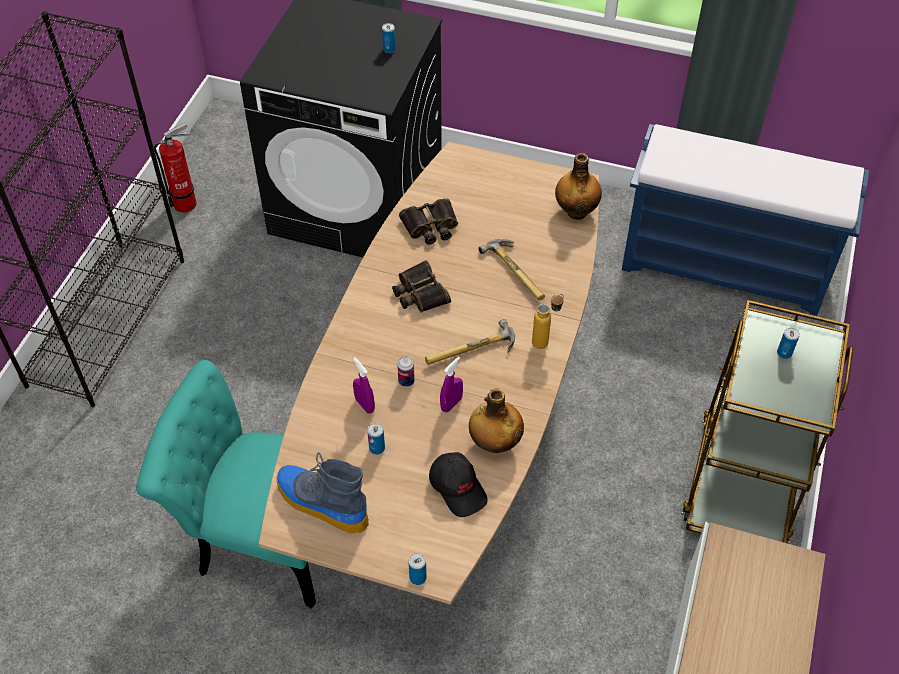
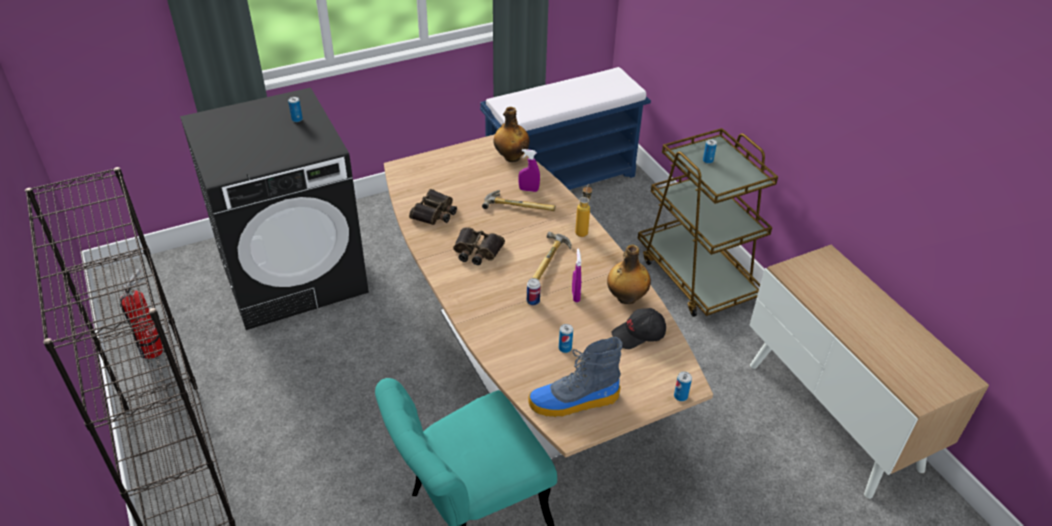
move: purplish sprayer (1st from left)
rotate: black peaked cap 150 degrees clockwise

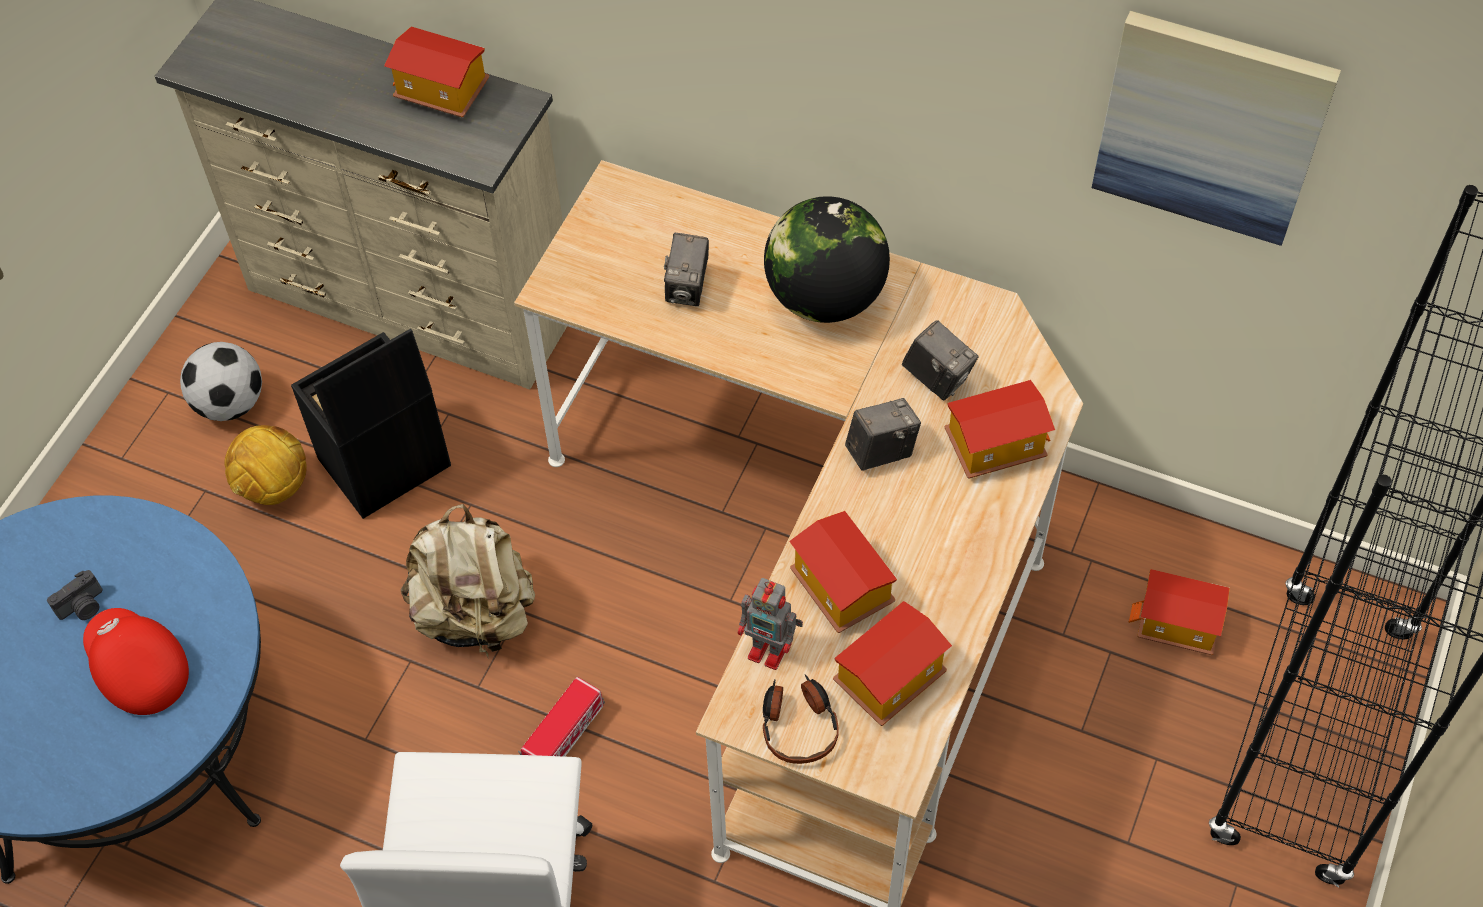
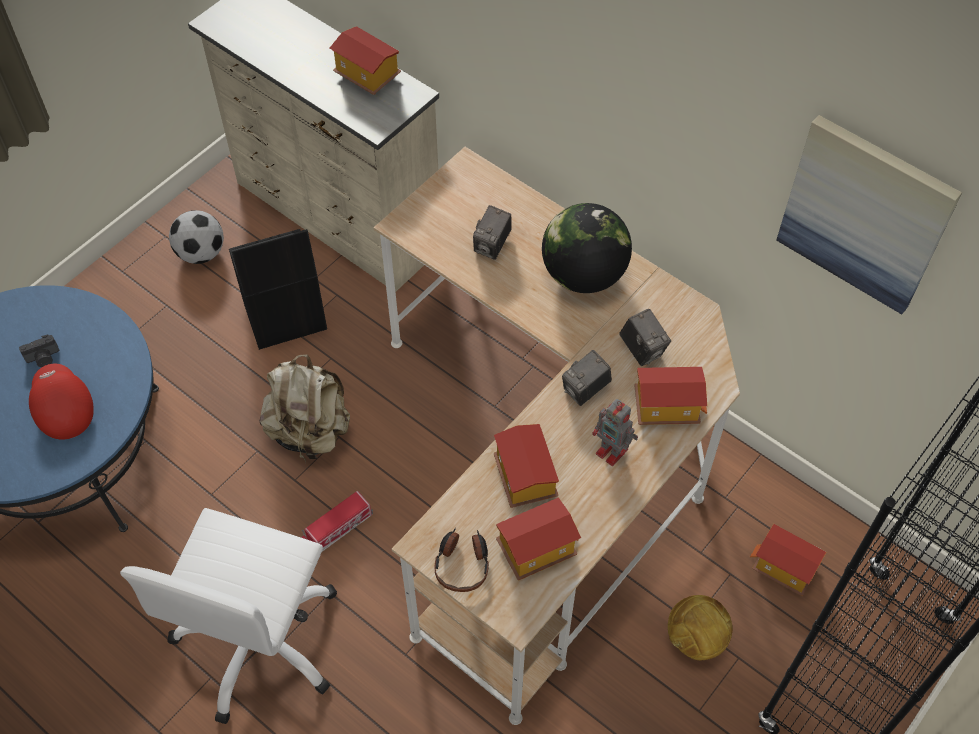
move: toy robot; ball for football (2nd from left)
rotate: still camera (3rd from left) 150 degrees clockwise

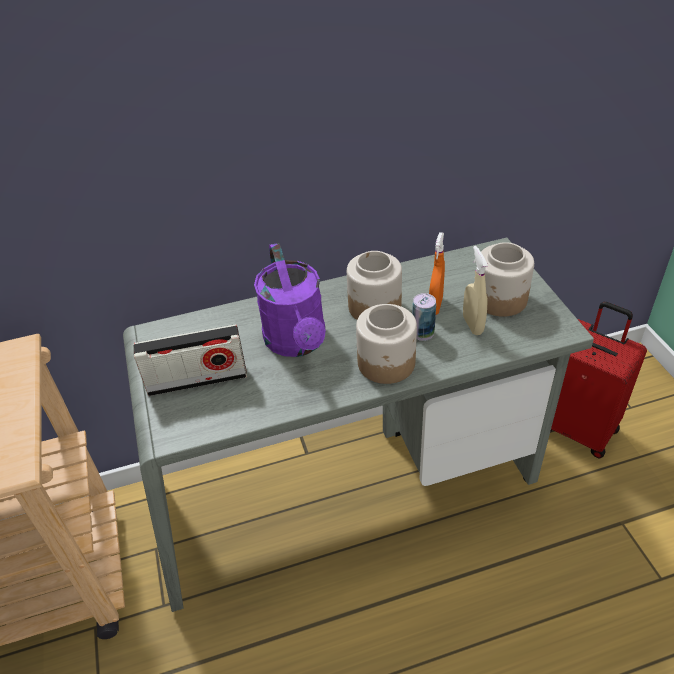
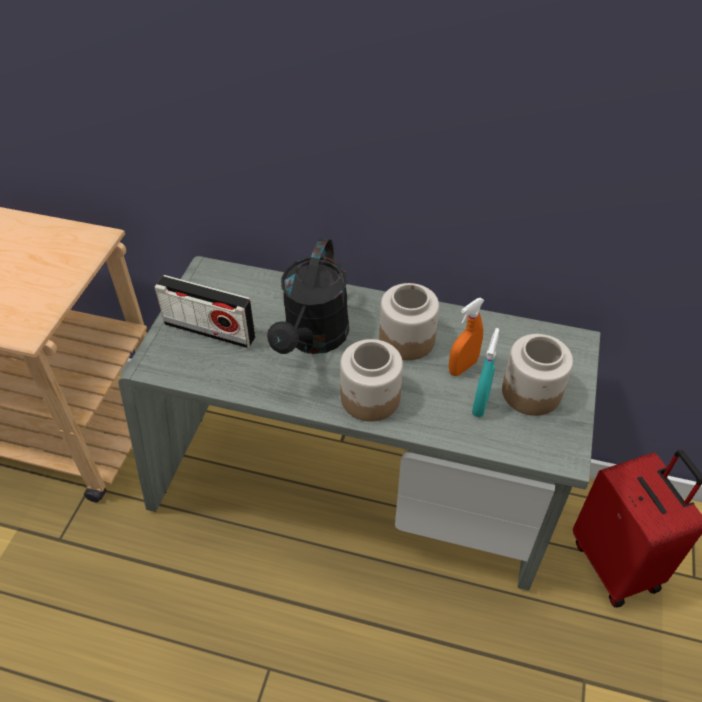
delete: metal can
recolor: purplish watering pot to black watering pot; beige-coloured sprayer to turquoise sprayer

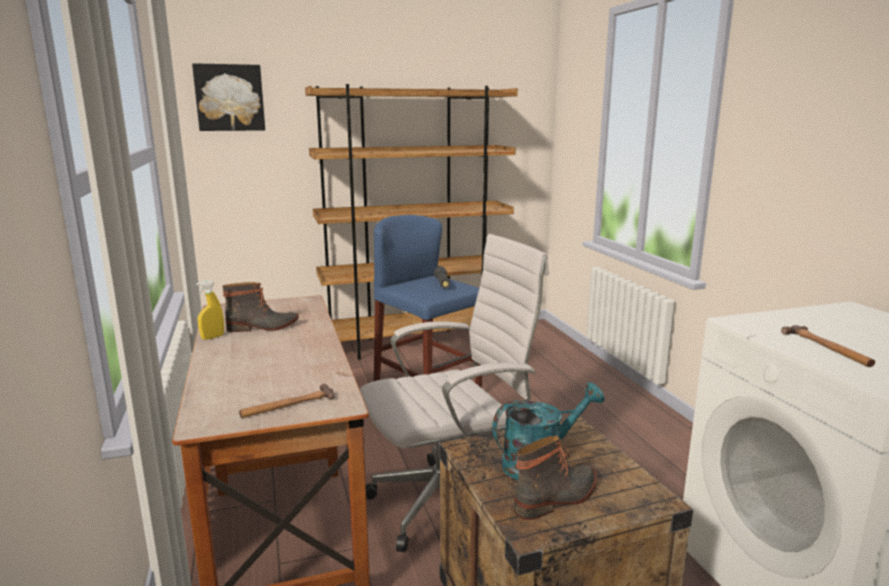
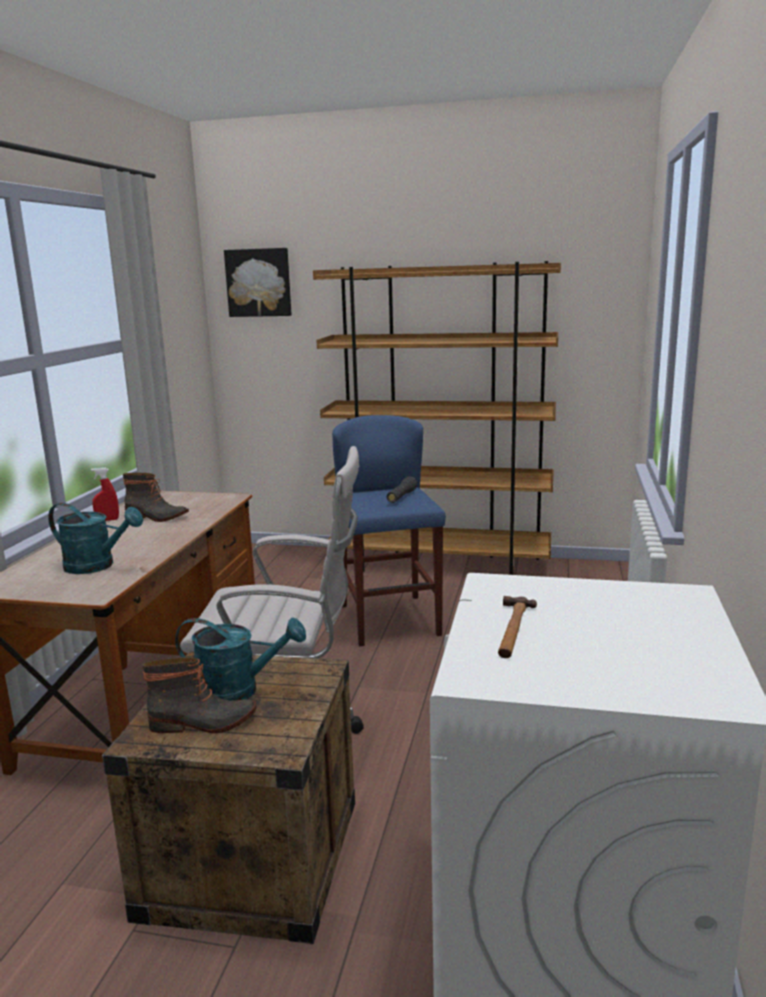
delete: tool hammer (1st from left)
insert: turquoise watering pot (1st from left)
recolor: yellowish sprayer to red-coloured sprayer

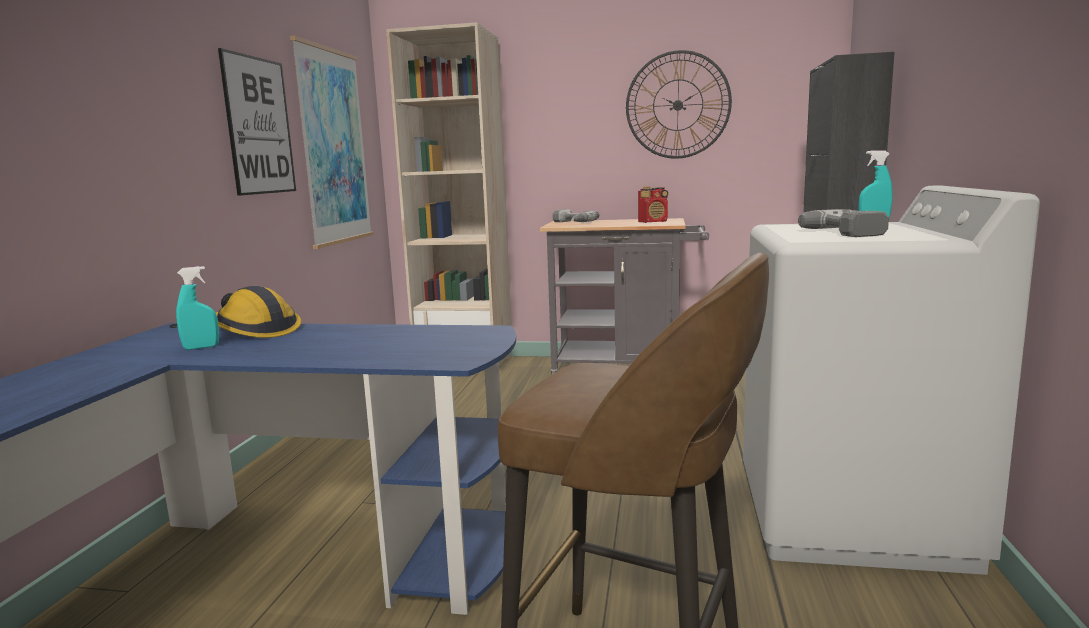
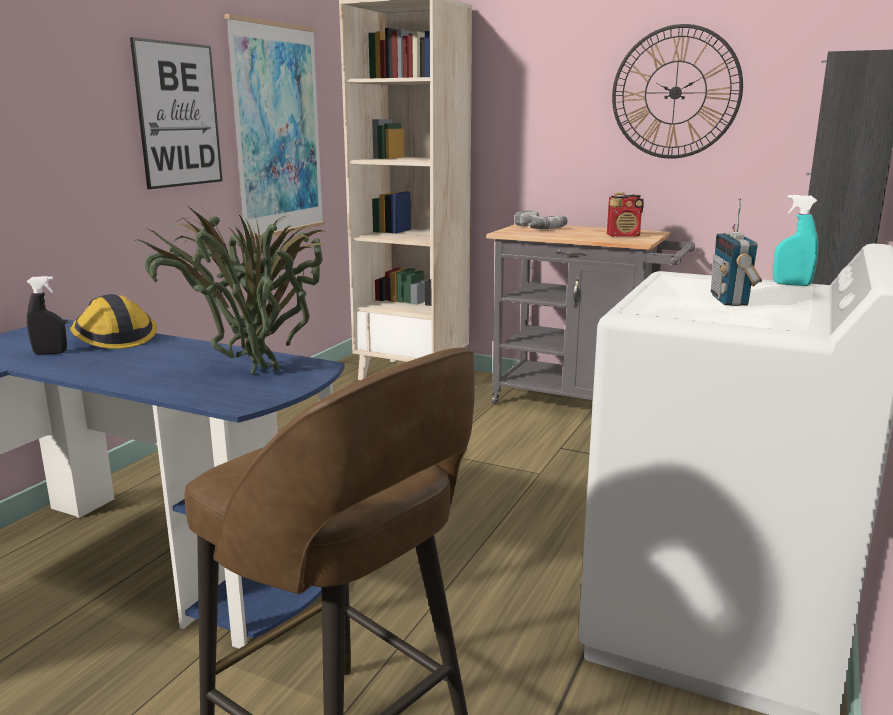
insert: plant in a pot
replace: drill (2nd from left) to radio set (2nd from left)
recolor: turquoise sprayer (1st from left) to black sprayer

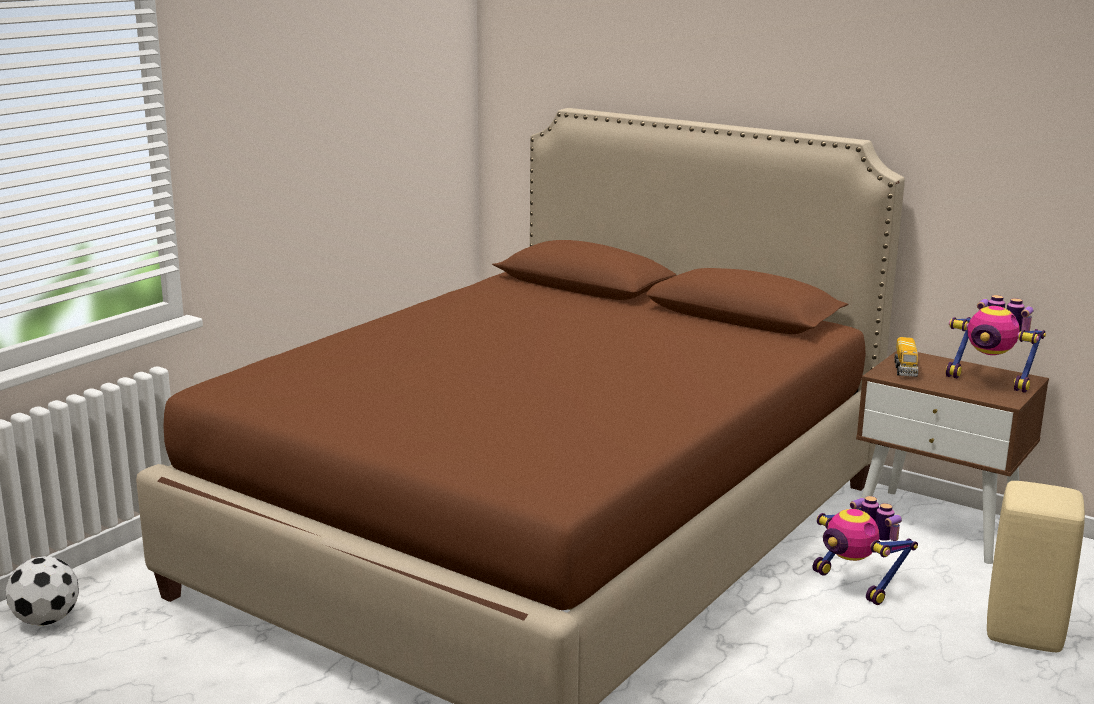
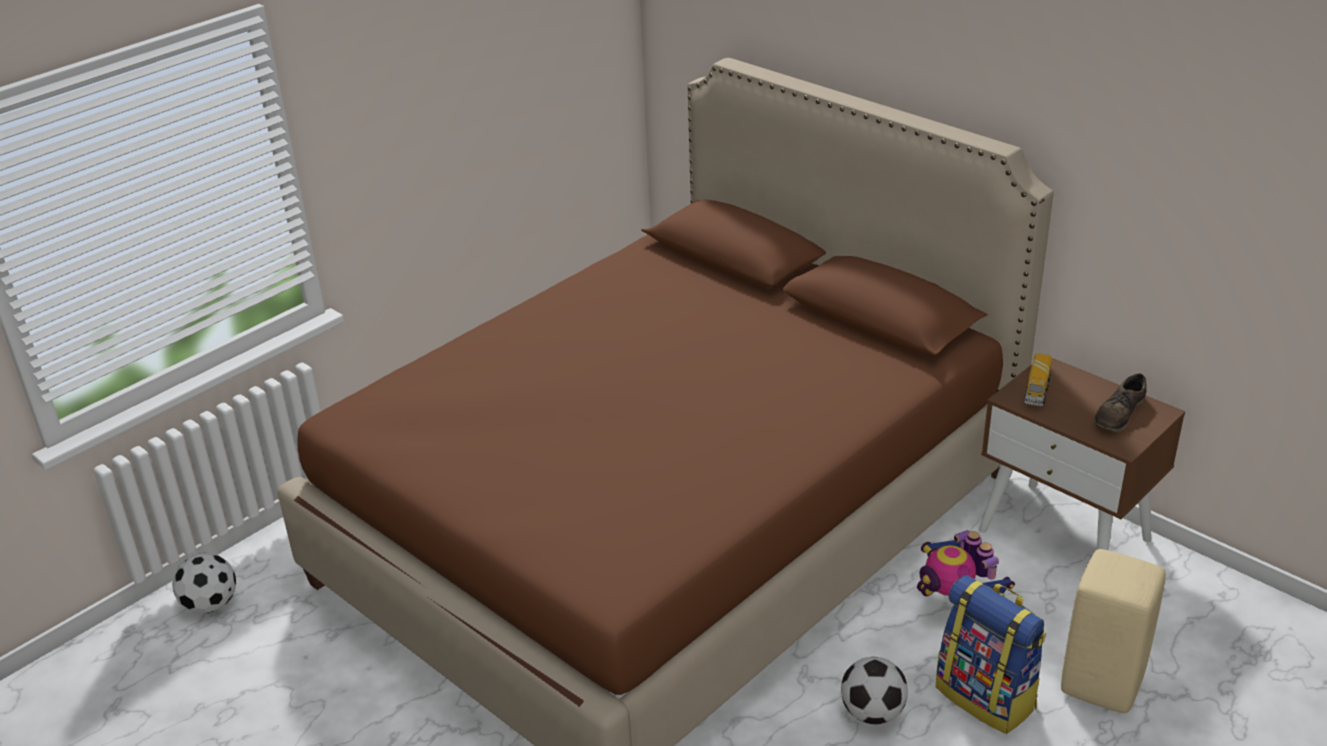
insert: ball for football (2nd from left); backpack
replace: toy robot (2nd from left) to brown-coloured item of footwear

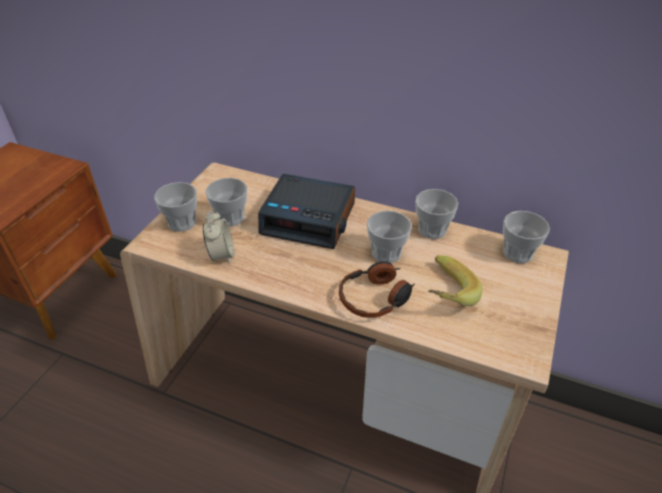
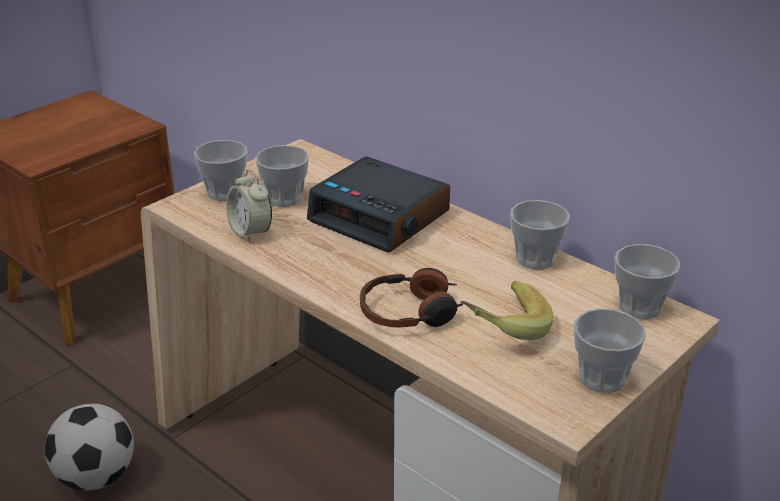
insert: ball for football
move: small cup (3rd from left in the first image) to small cup (4th from left)
rotate: bedside clock (1st from left) 135 degrees clockwise

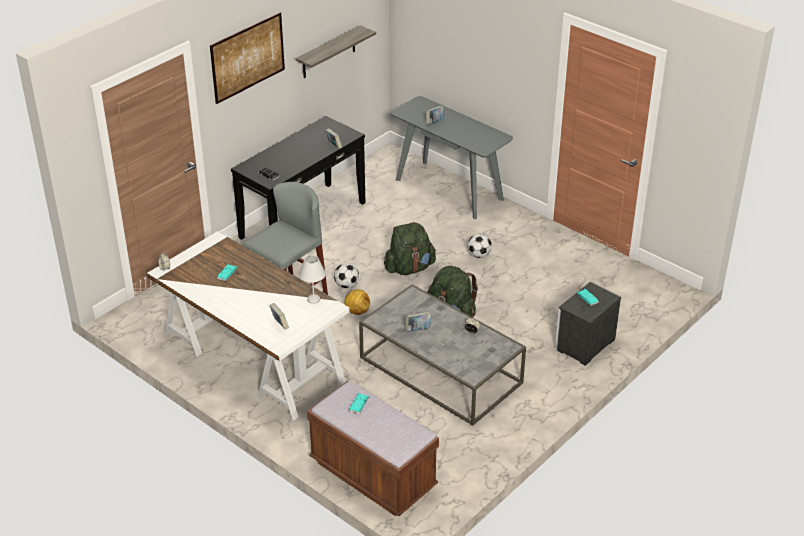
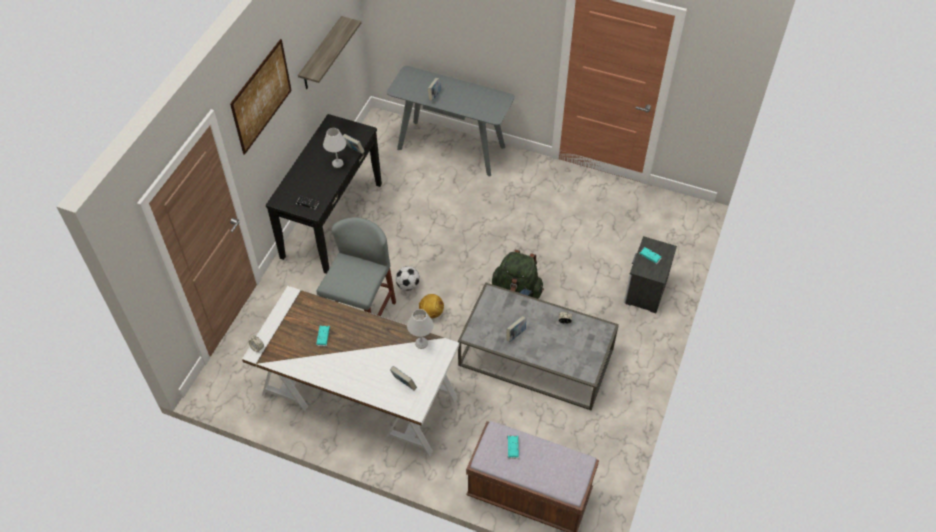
delete: greenish backpack (1st from left); ball for football (3rd from left)
insert: whitish table lamp (1st from left)

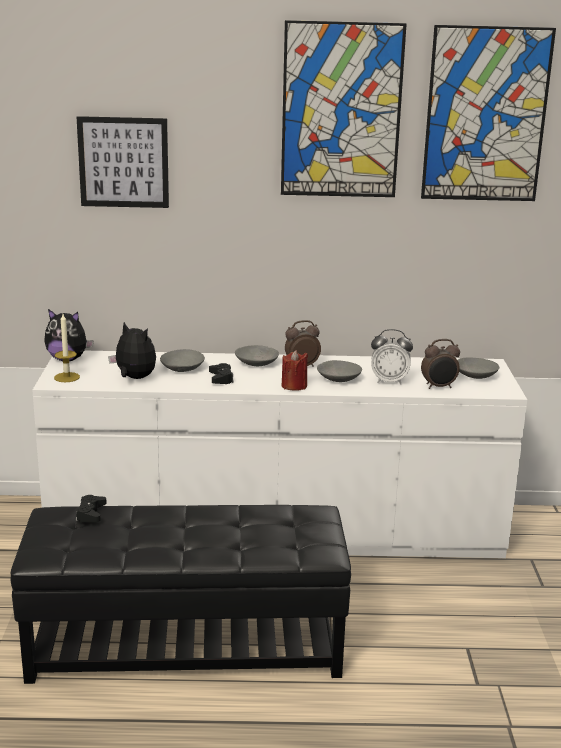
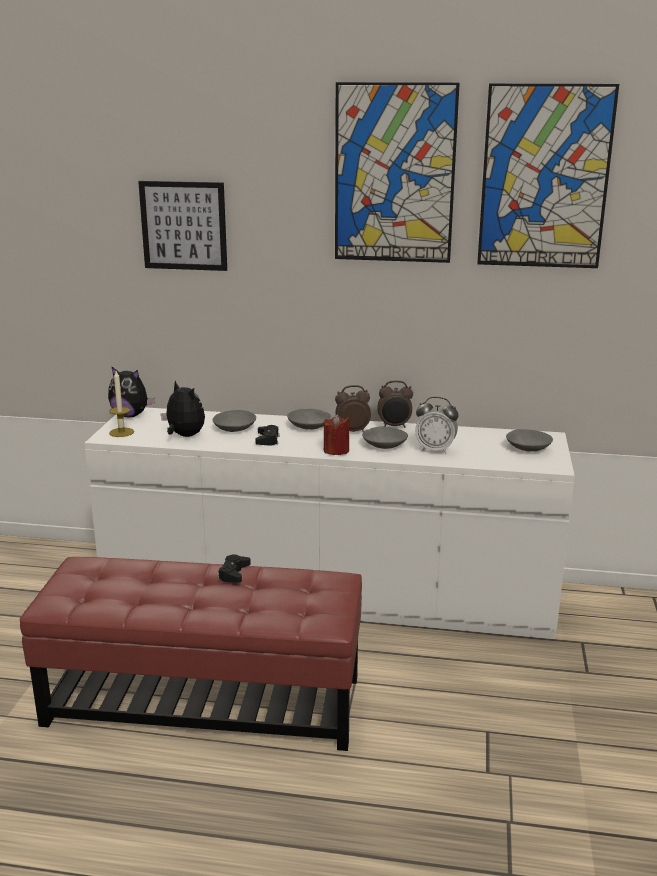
move: black game controller (1st from left); bedside clock (3rd from left in the first image) to bedside clock (2nd from left)
recolor: black ottoman to red-coloured ottoman

